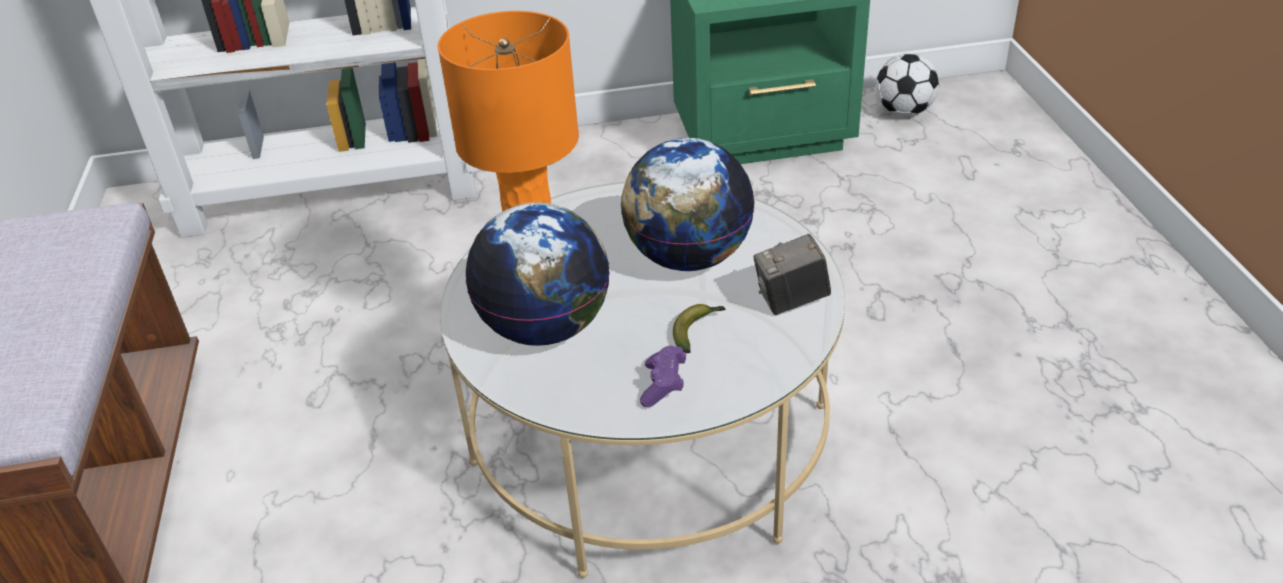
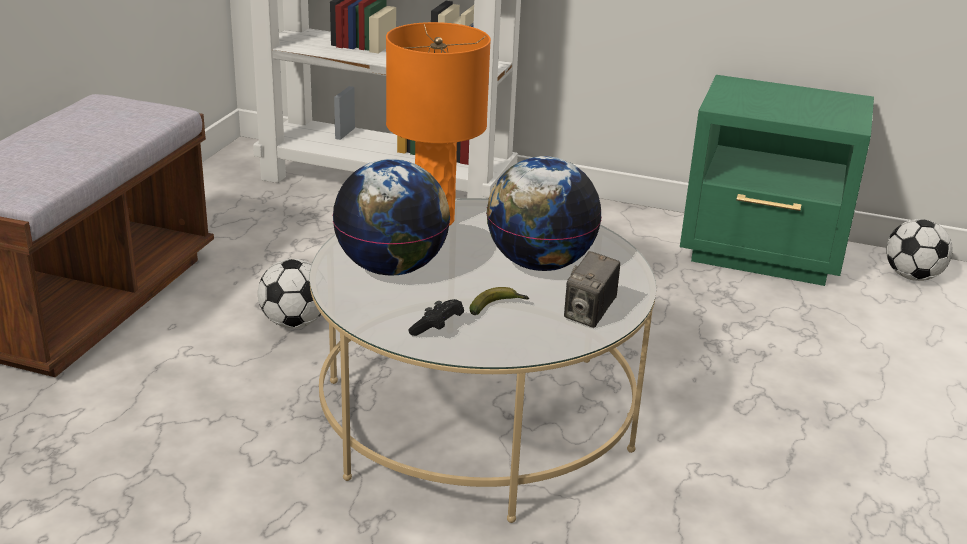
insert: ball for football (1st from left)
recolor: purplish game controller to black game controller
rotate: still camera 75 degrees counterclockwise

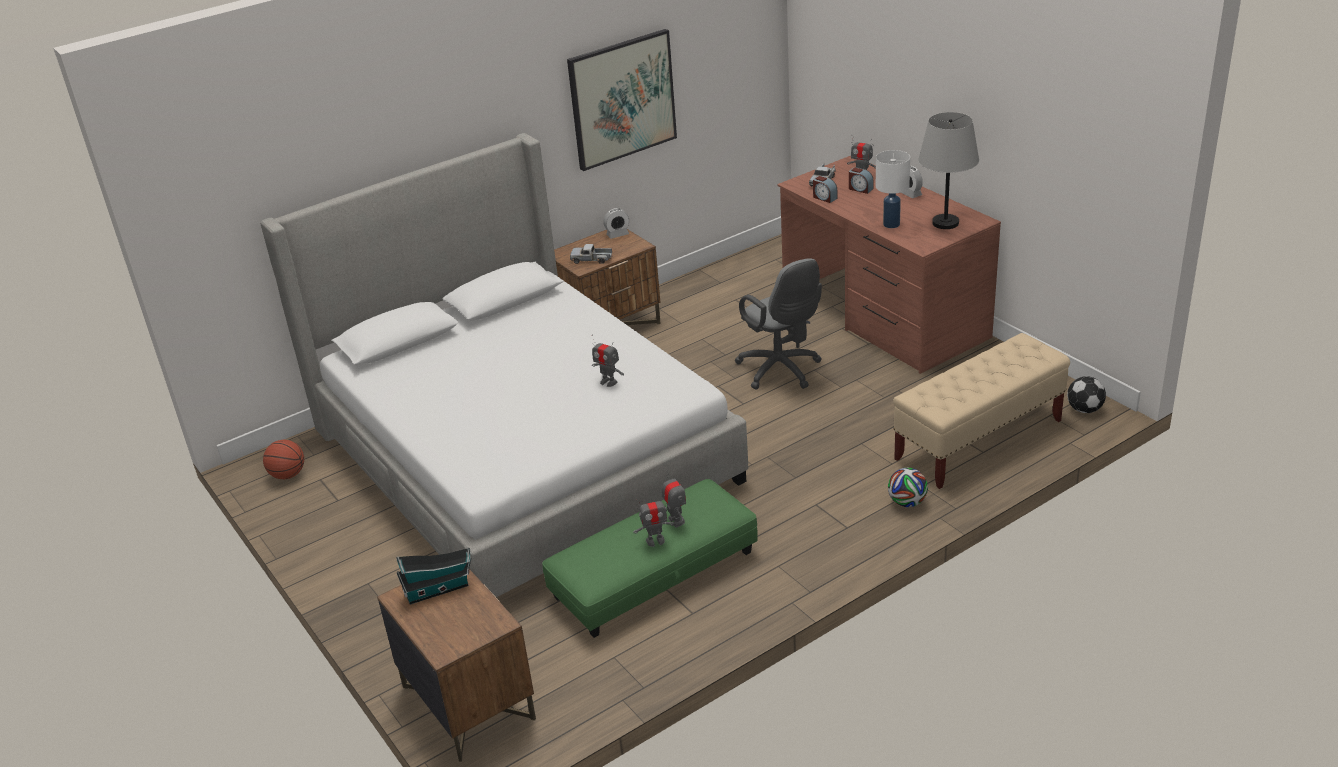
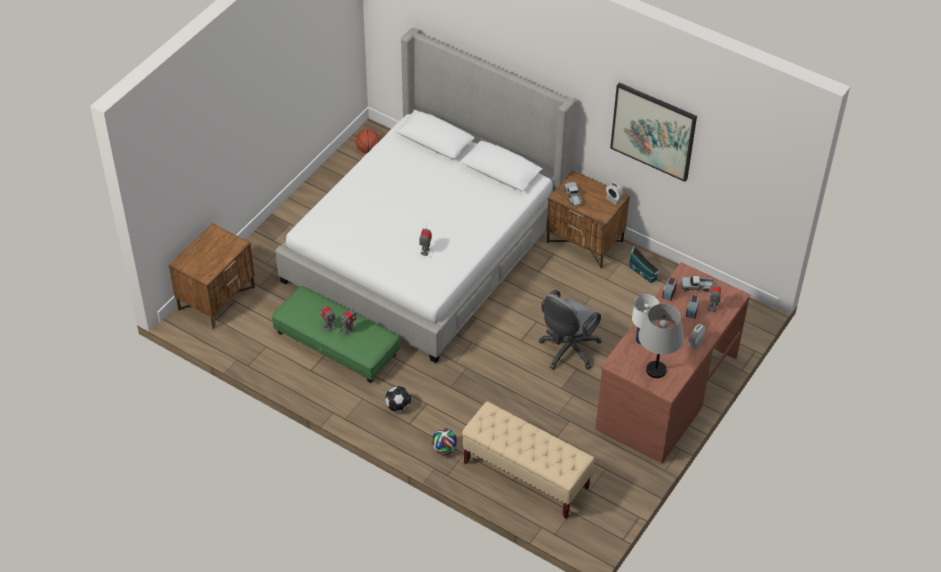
move: ball for football (2nd from left in the first image) to ball for football (1st from left); toy house

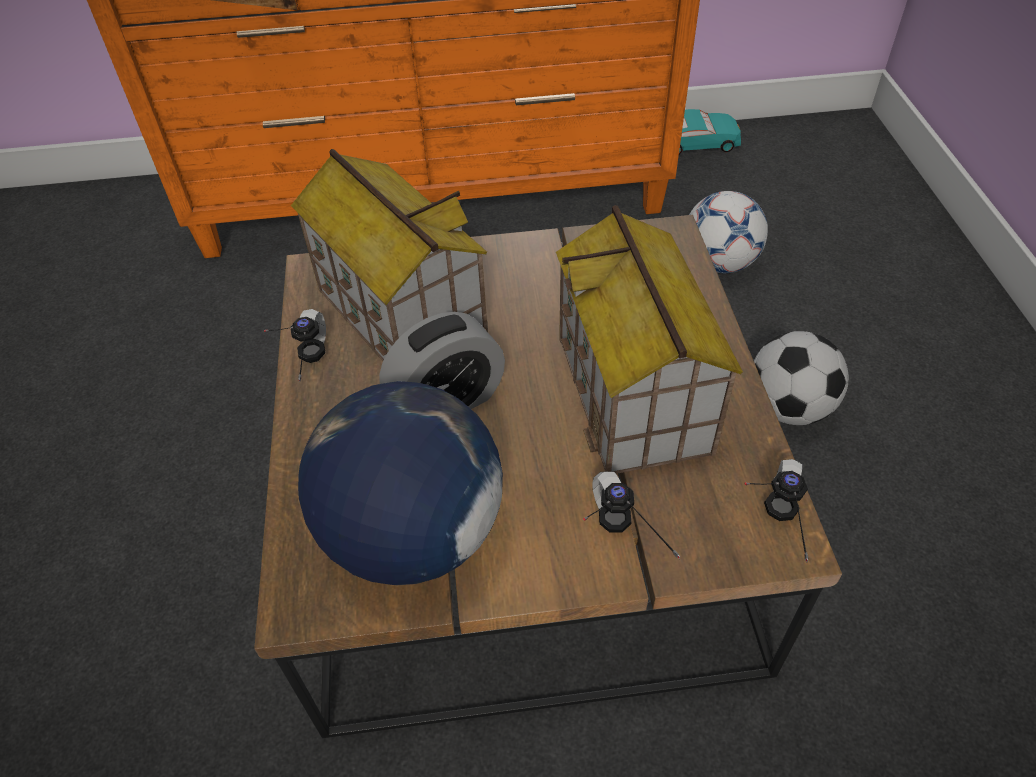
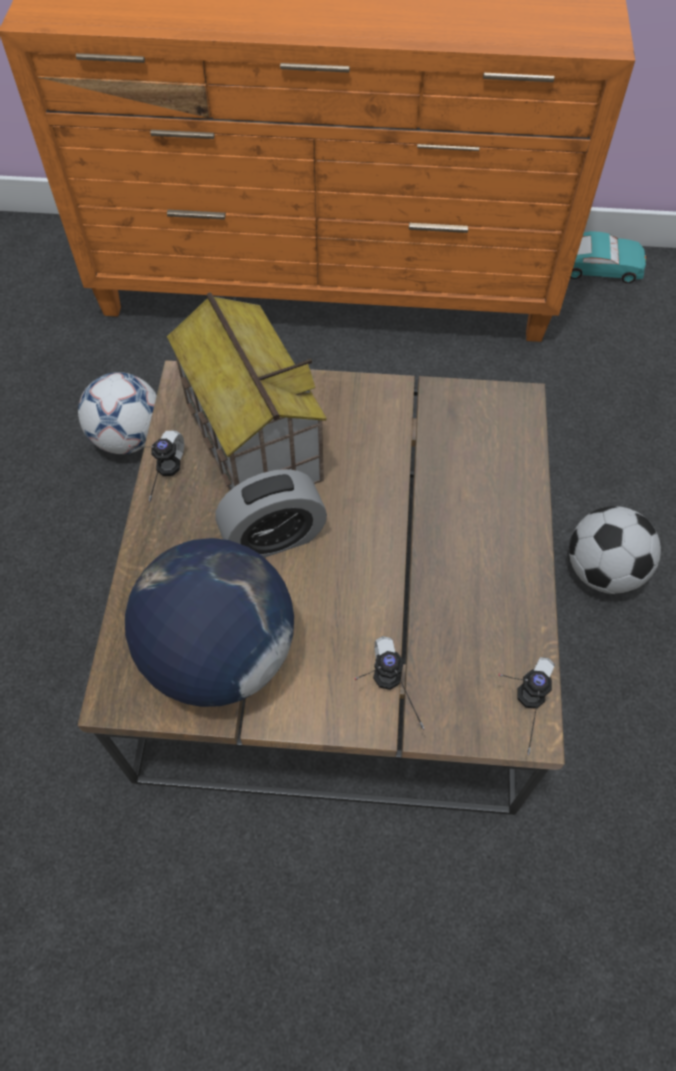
delete: toy house (2nd from left)
move: ball for football (1st from left)

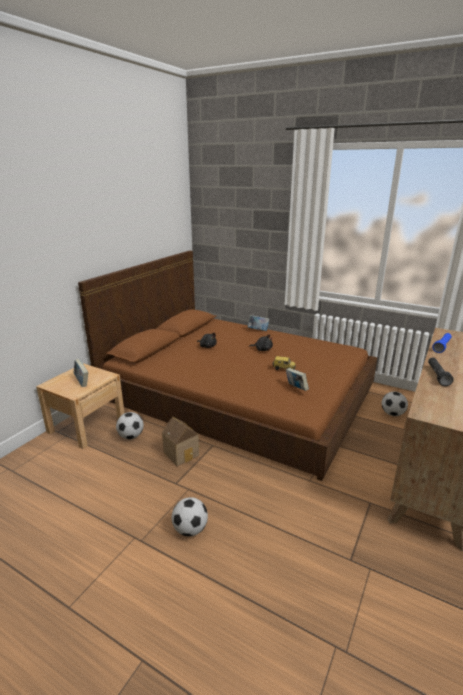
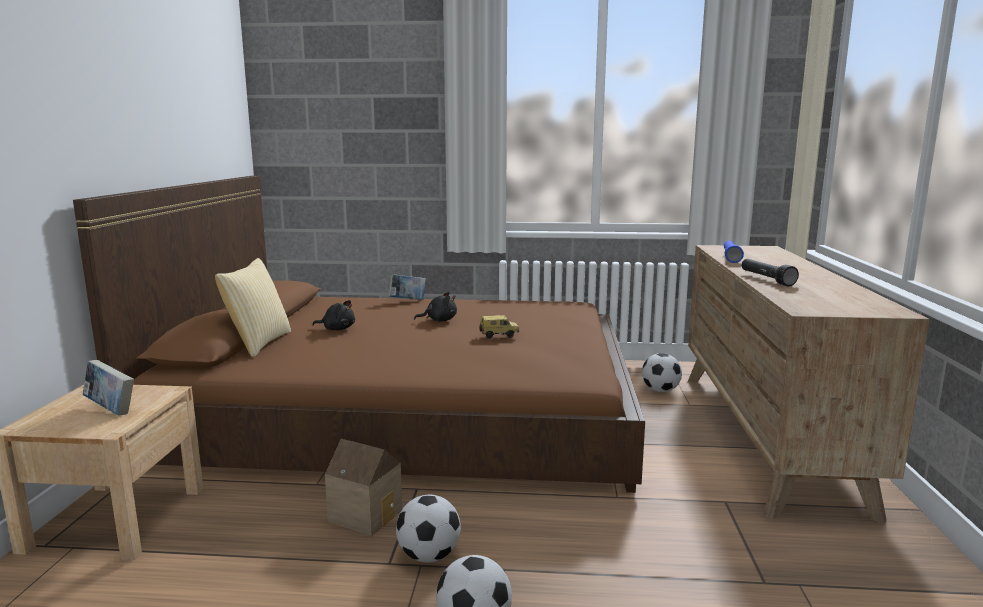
delete: book (3rd from left)
insert: throw pillow
move: ball for football (1st from left)

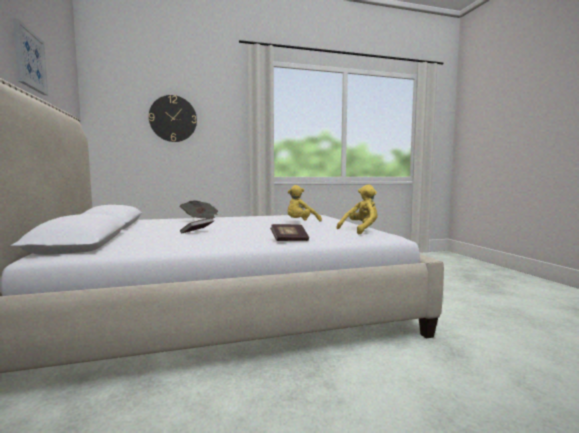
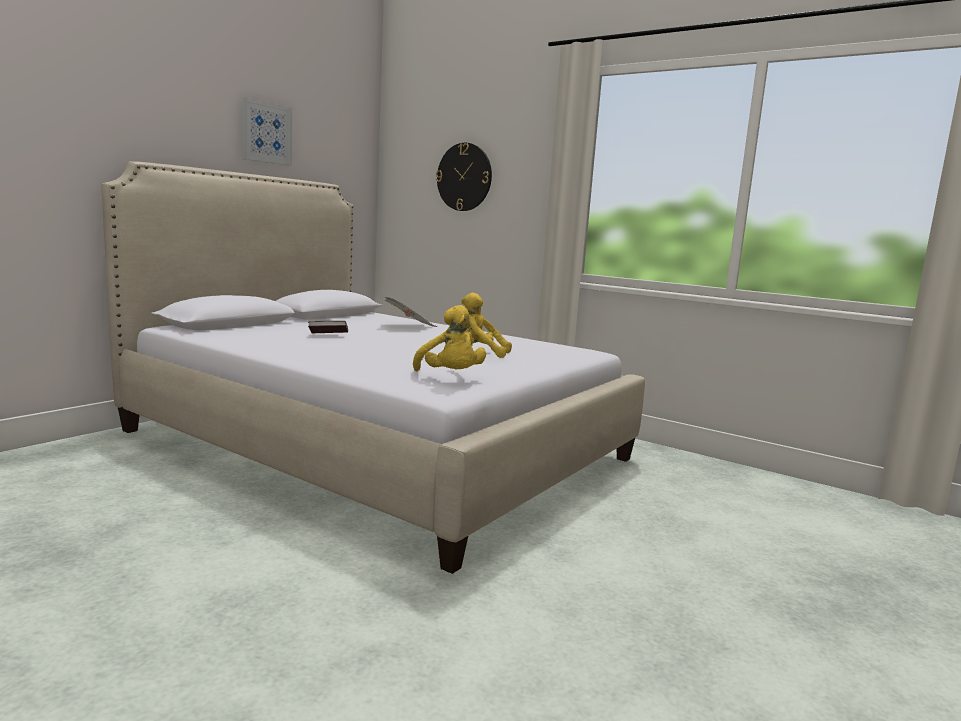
delete: book (2nd from left)
rotate: yellowish plush toy (2nd from left in the first image) 45 degrees clockwise

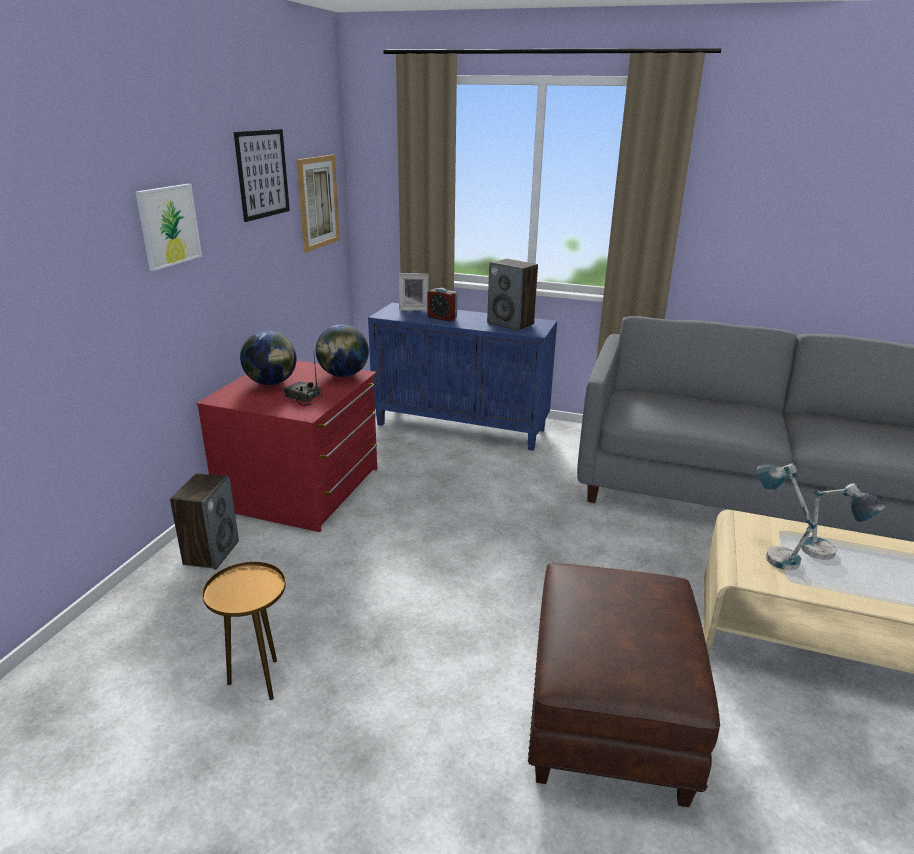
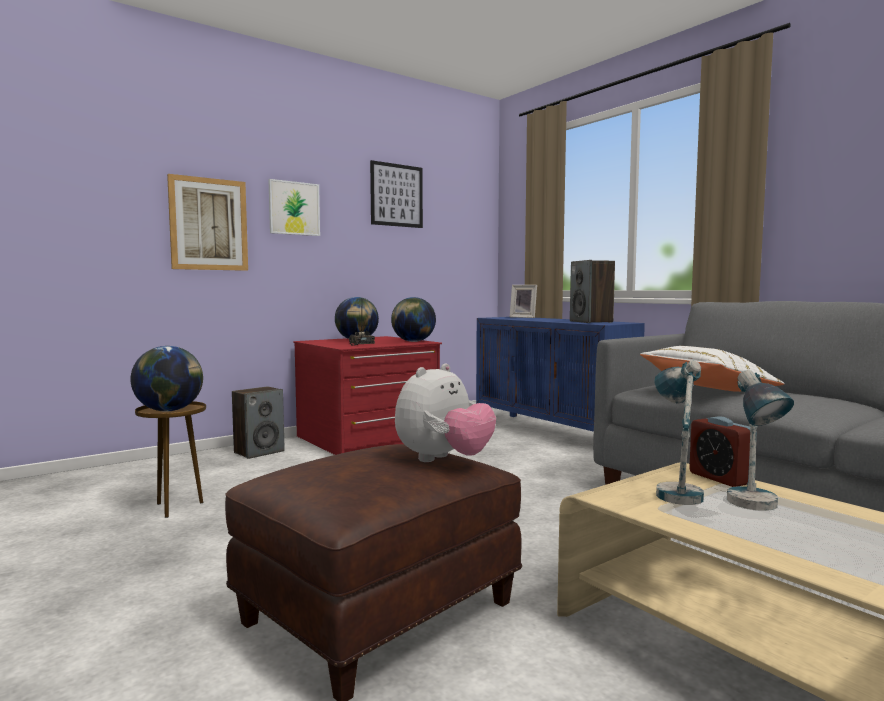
insert: world globe (1st from left); plush toy; whitish throw pillow
move: wall art (3rd from left in the first image) to wall art (1st from left); bedside clock

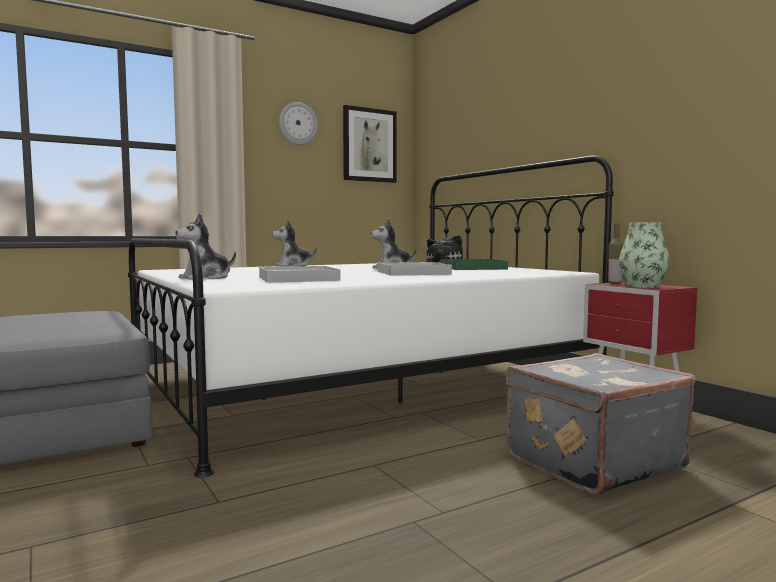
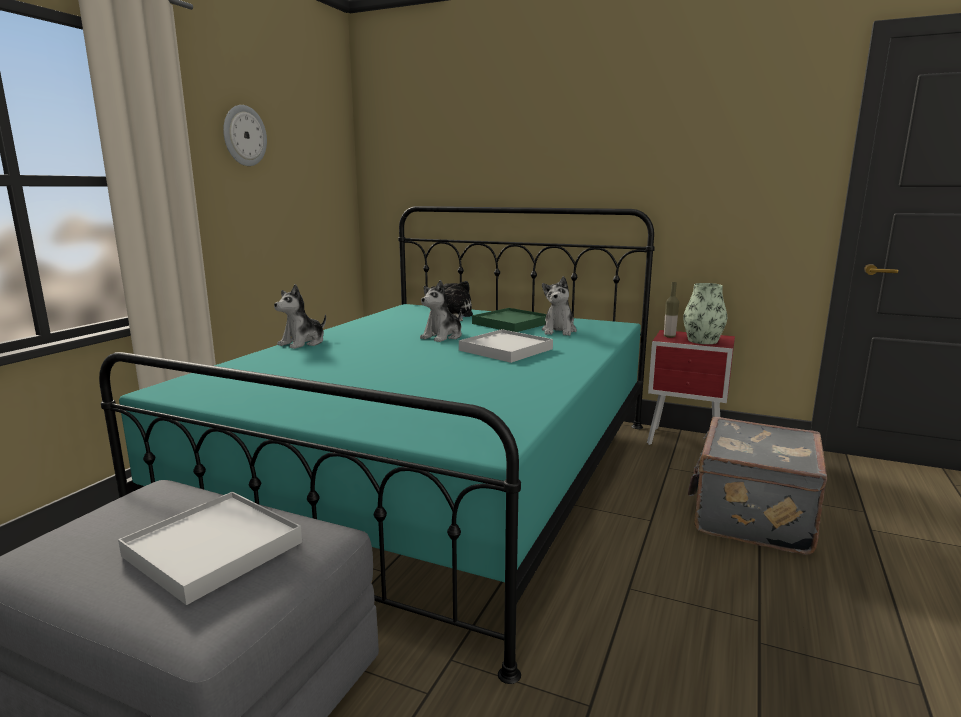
delete: wall art
move: whitish tray (1st from left); plush toy (1st from left in the first image) to plush toy (4th from left)
recolor: whitish sleeping bed to turquoise sleeping bed

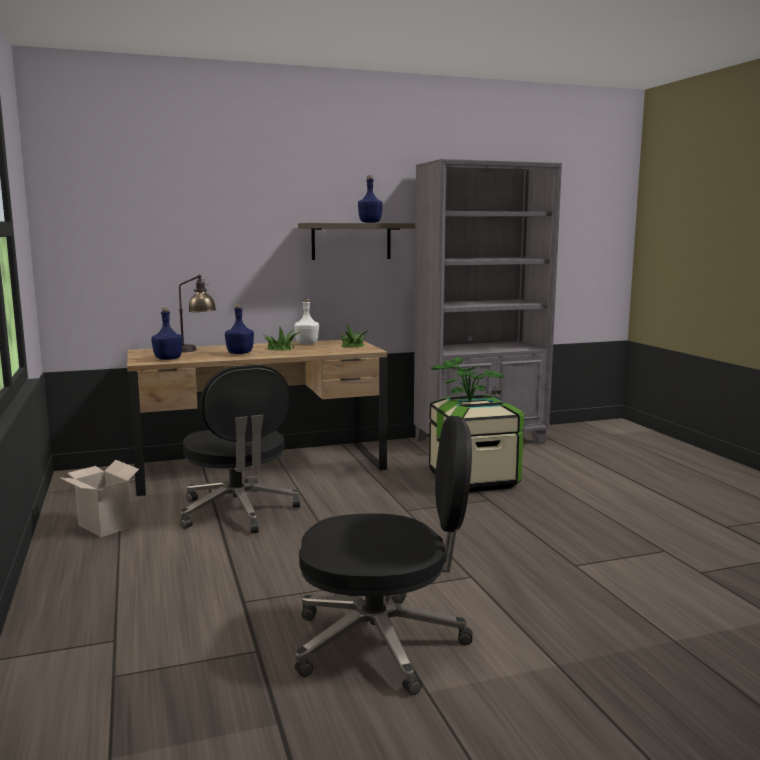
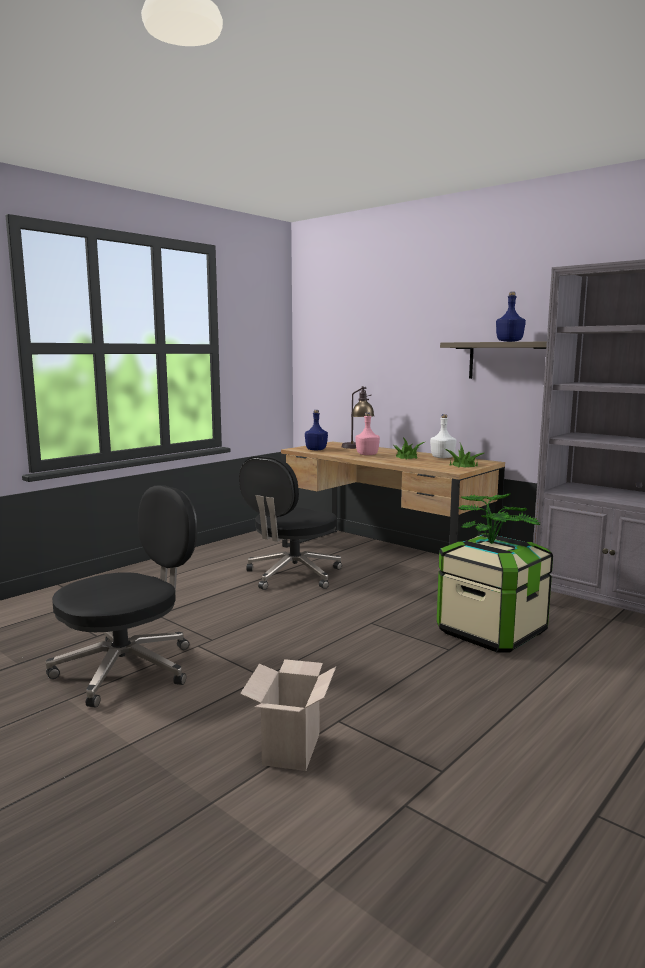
move: carton
recolor: bluish bottle (2nd from left) to pinkish bottle
rotate: black desk chair (2nd from left in the first image) 105 degrees counterclockwise

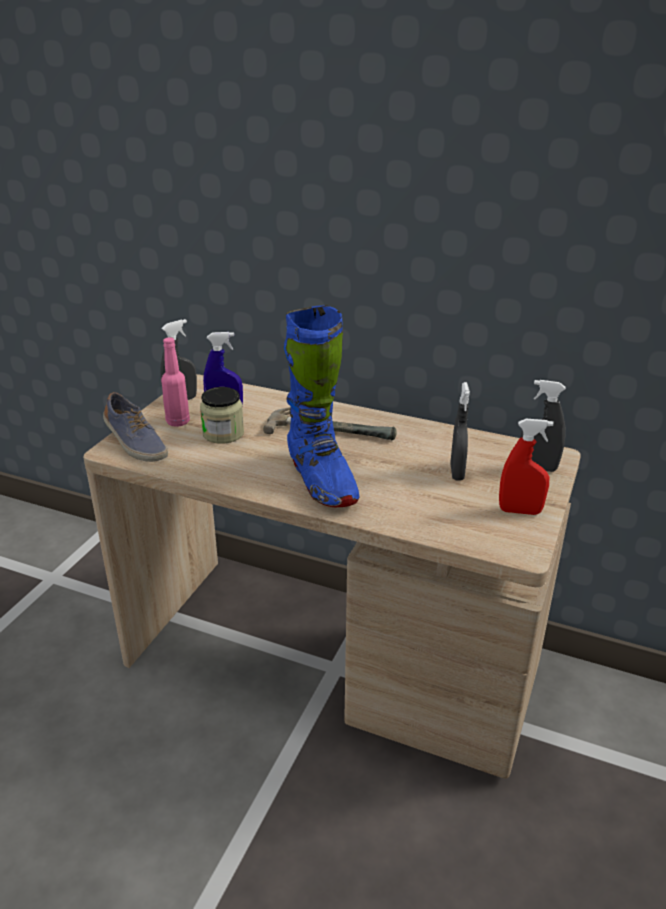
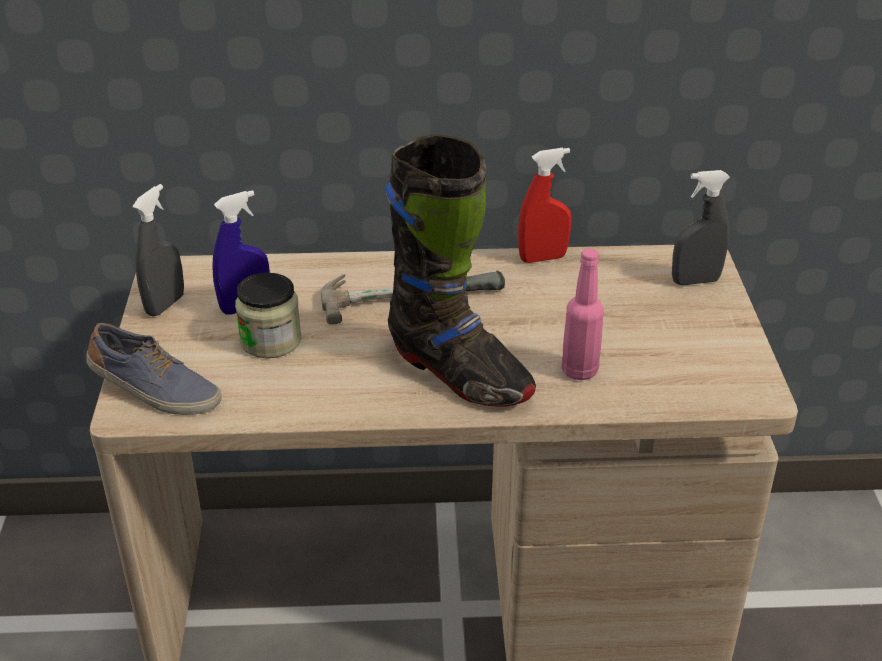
delete: gray sprayer (2nd from left)
move: red-coloured sprayer; pinkish bottle
recolor: bluish tall boot to black tall boot

